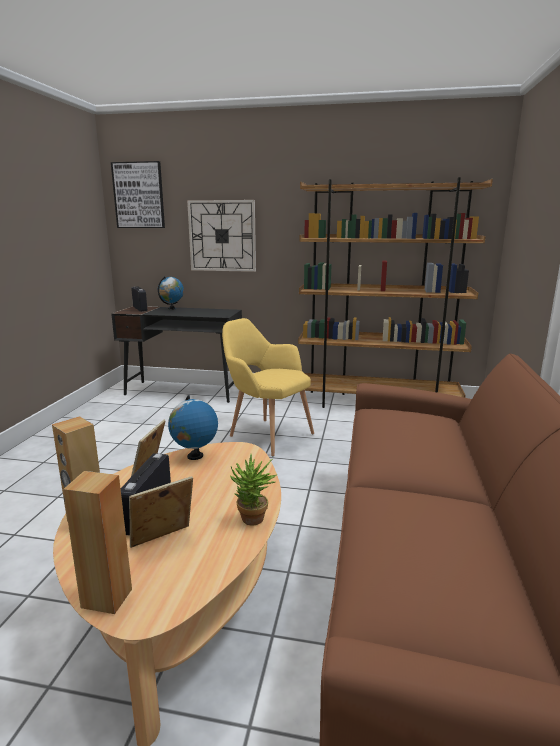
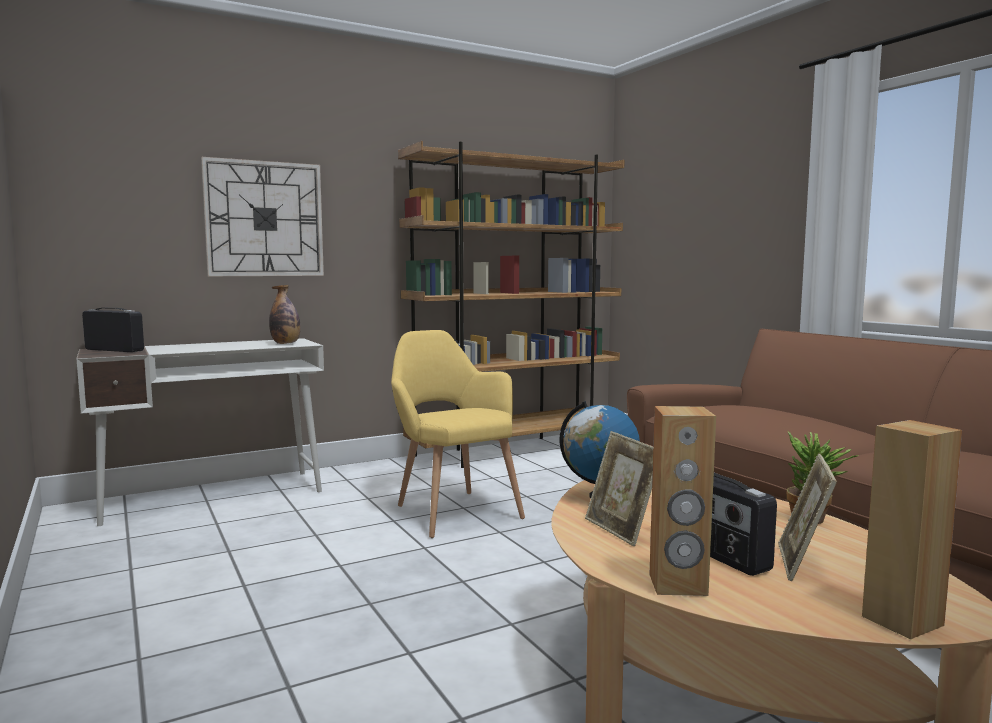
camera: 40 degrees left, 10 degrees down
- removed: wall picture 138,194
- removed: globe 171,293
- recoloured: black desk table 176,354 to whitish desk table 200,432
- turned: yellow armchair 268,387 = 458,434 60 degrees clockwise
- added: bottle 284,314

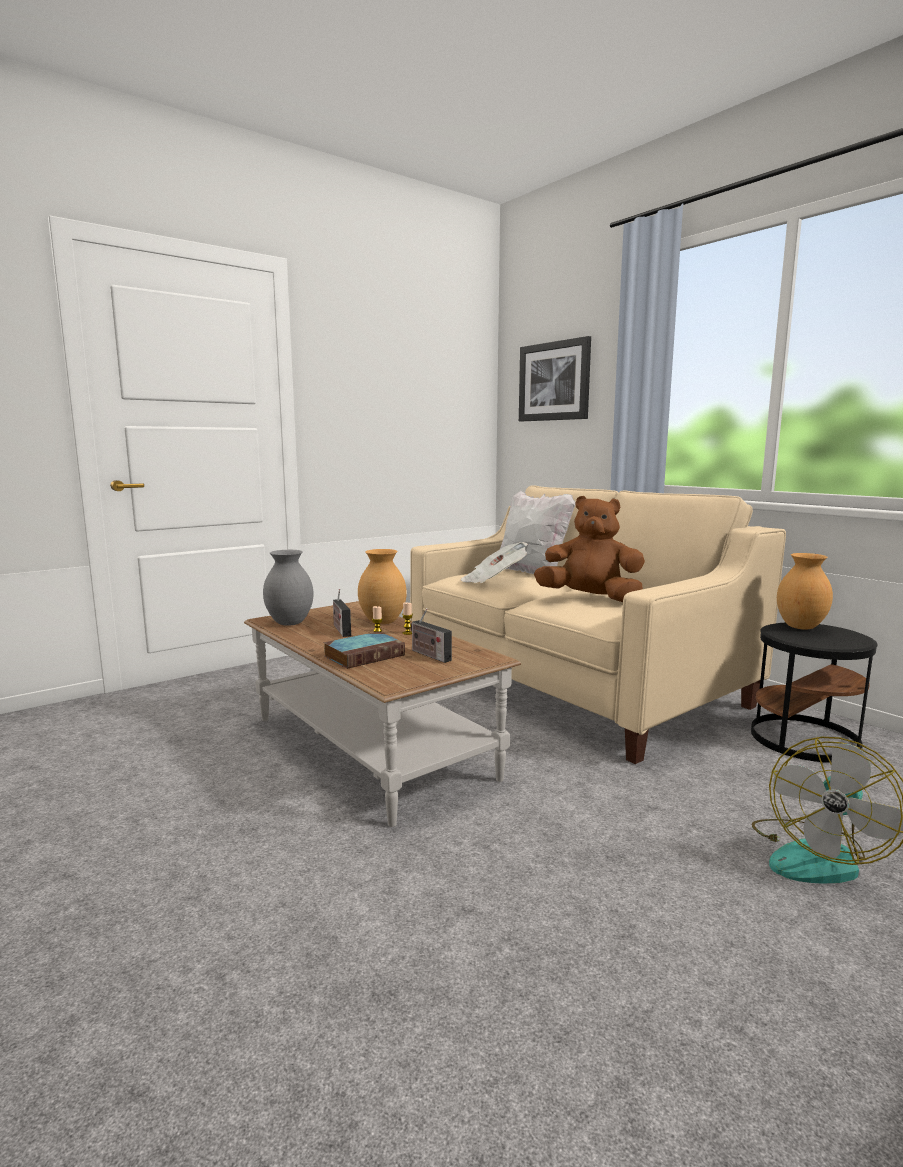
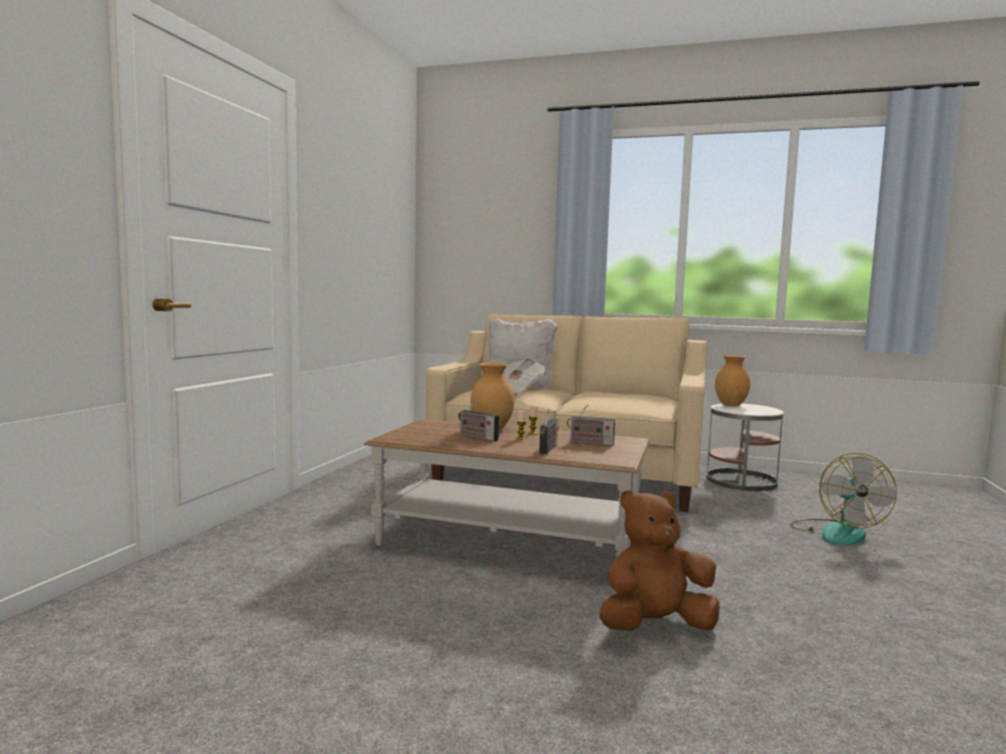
camera: 35 degrees left, 5 degrees down
- removed: wall picture 555,378
- moved: brown-coloured cuddly toy 589,549 to 660,560
- removed: grey flower vase 288,588
- recoloured: black end table 814,693 to whitish end table 745,447
- replaced: book 364,650 to radio receiver 549,431

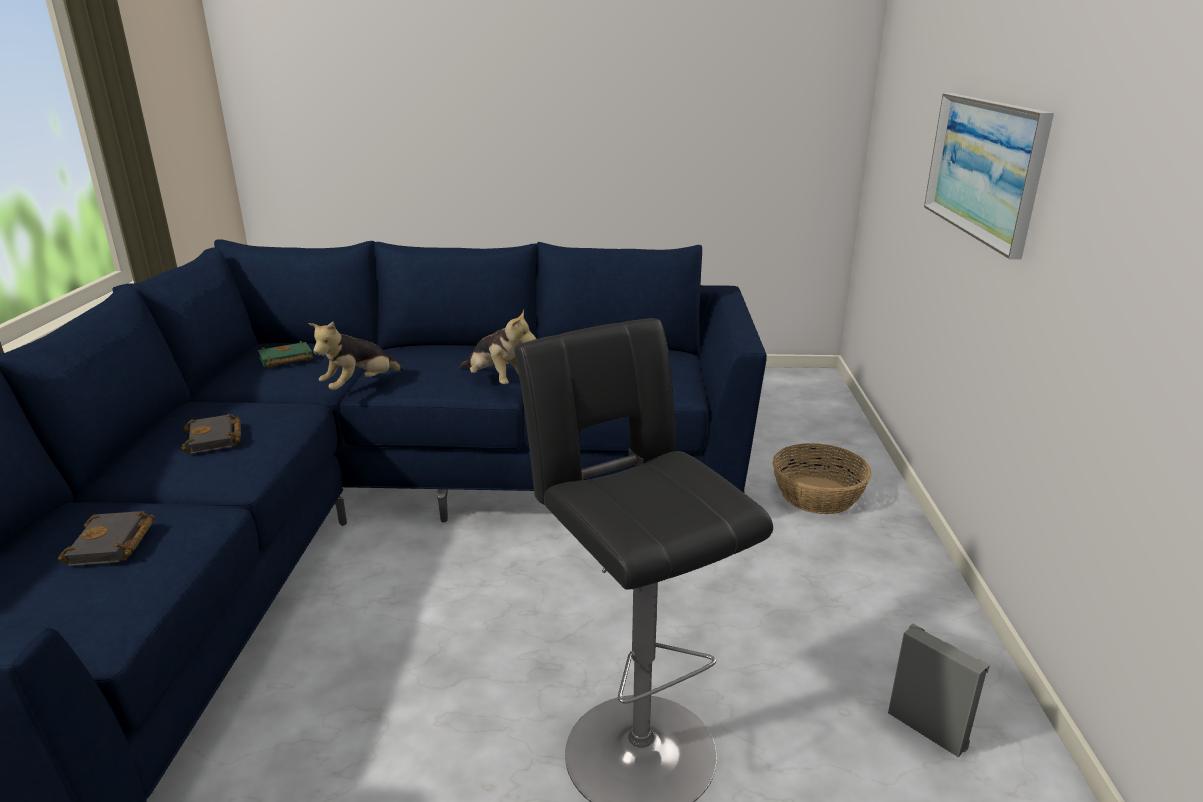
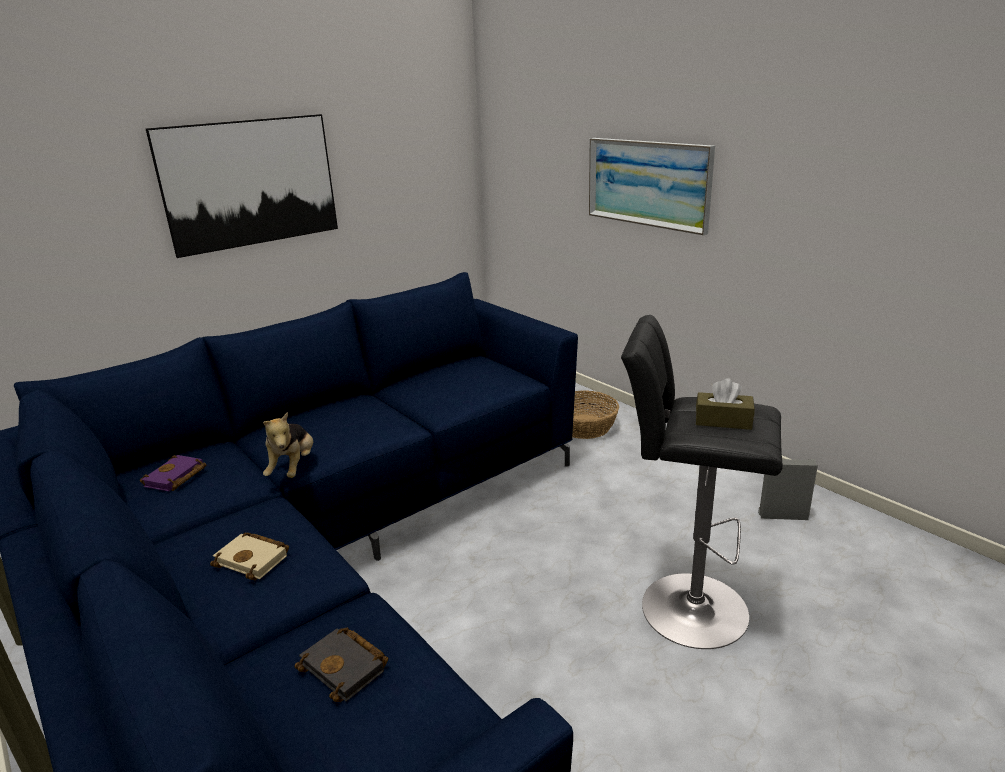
camera: 40 degrees left, 0 degrees up
- removed: cuddly toy 497,347
- recoloured: greenish book 285,354 to purple-coloured book 173,473
- recoloured: black book 211,434 to beige-coloured book 249,556
- added: wall picture 242,186
- added: brown-coloured tissue holder 725,404

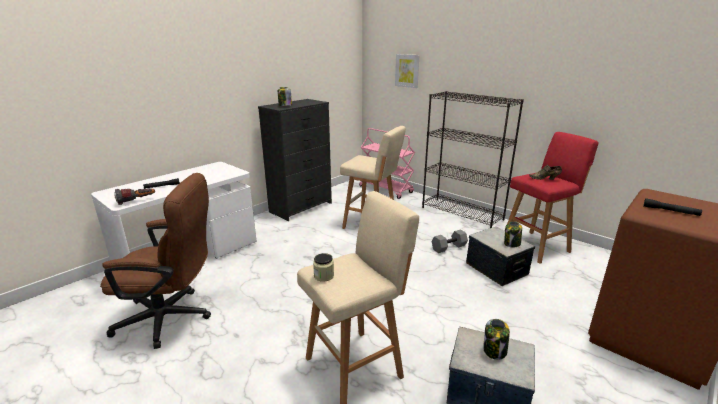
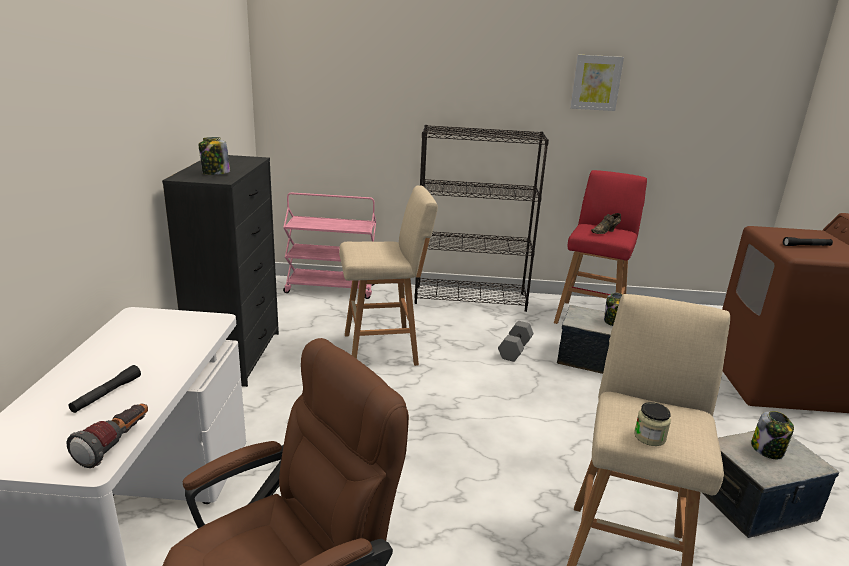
camera: 40 degrees left, 0 degrees up
- moved: wall picture 407,71 to 597,83

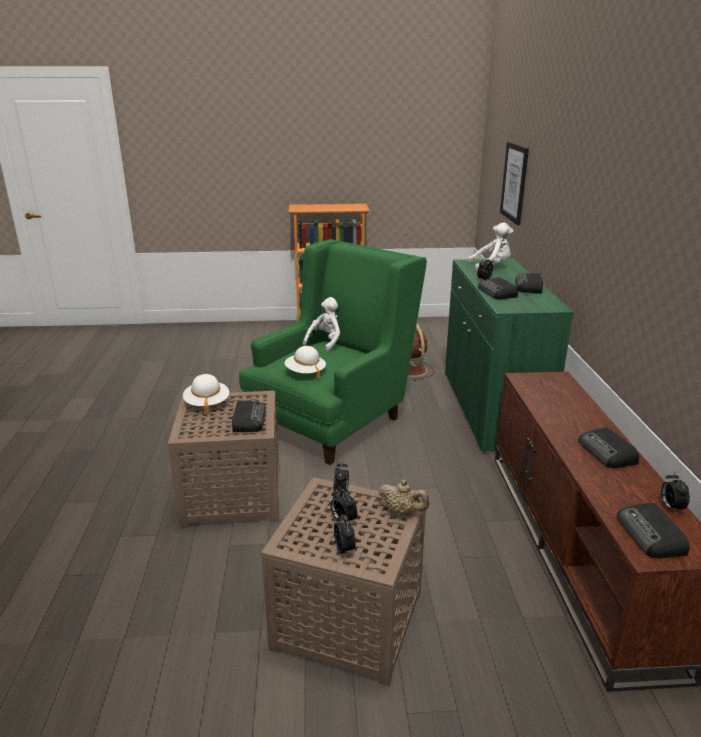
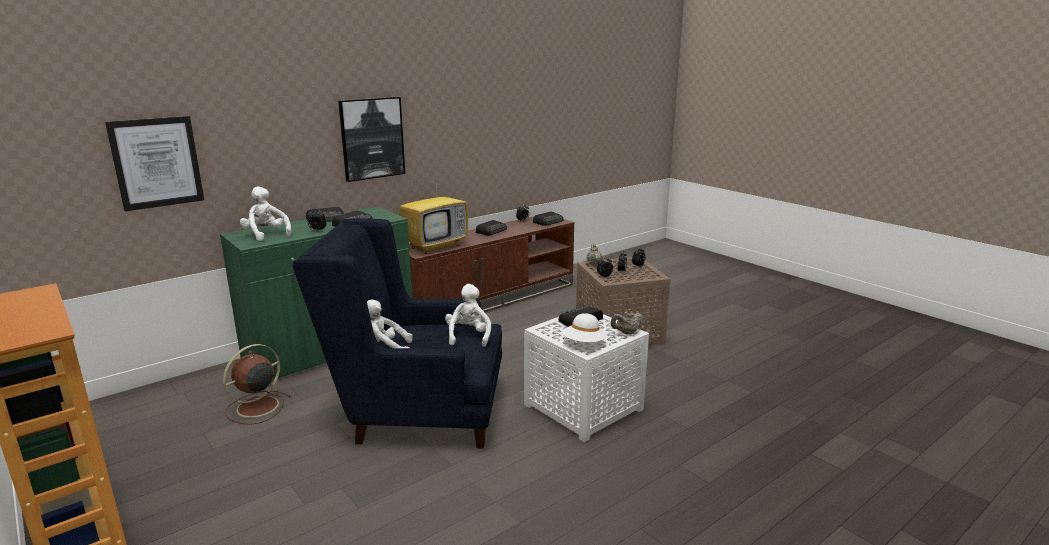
camera: 125 degrees left, 5 degrees down
- recoloured: greenish armchair 333,352 to blue armchair 397,333
- replaced: whitish clothing hat 305,362 to whitish cuddly toy 468,315
- recoloured: brown-coloured end table 223,459 to whitish end table 586,378
- added: wall picture 371,139
- added: TV set 433,210
- added: beige-coloured pot for tea 627,321

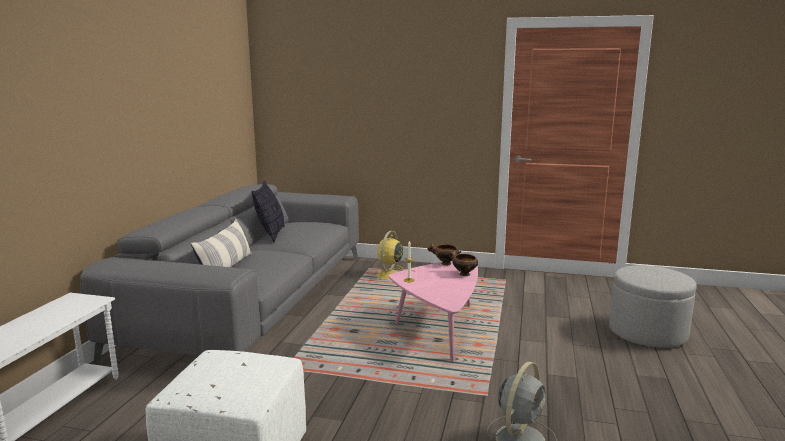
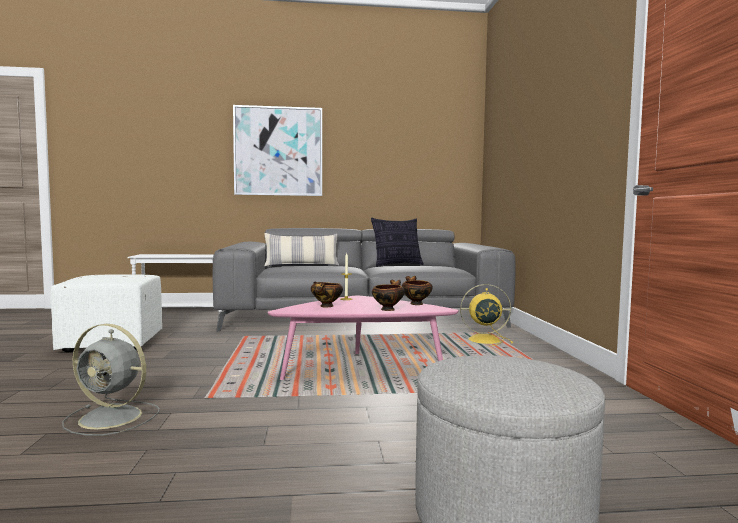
camera: 70 degrees right, 10 degrees down
- added: wall picture 277,150
- added: deep dish 327,294

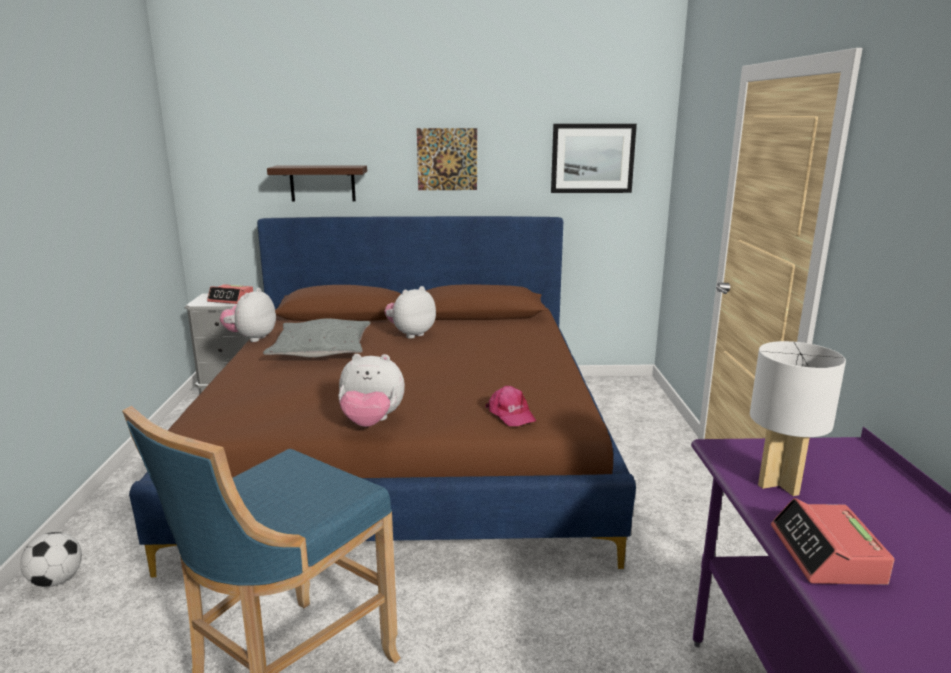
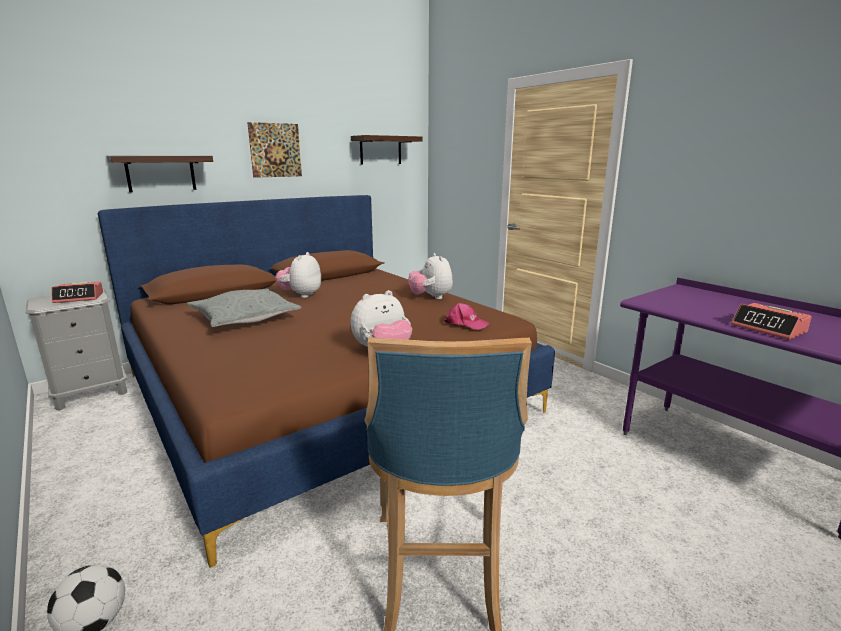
camera: 35 degrees left, 0 degrees up
- replaced: wall picture 594,158 to wall shelf 386,149
- moved: cuddly toy 248,315 to 430,276
- removed: whitish lamp for a table 798,418

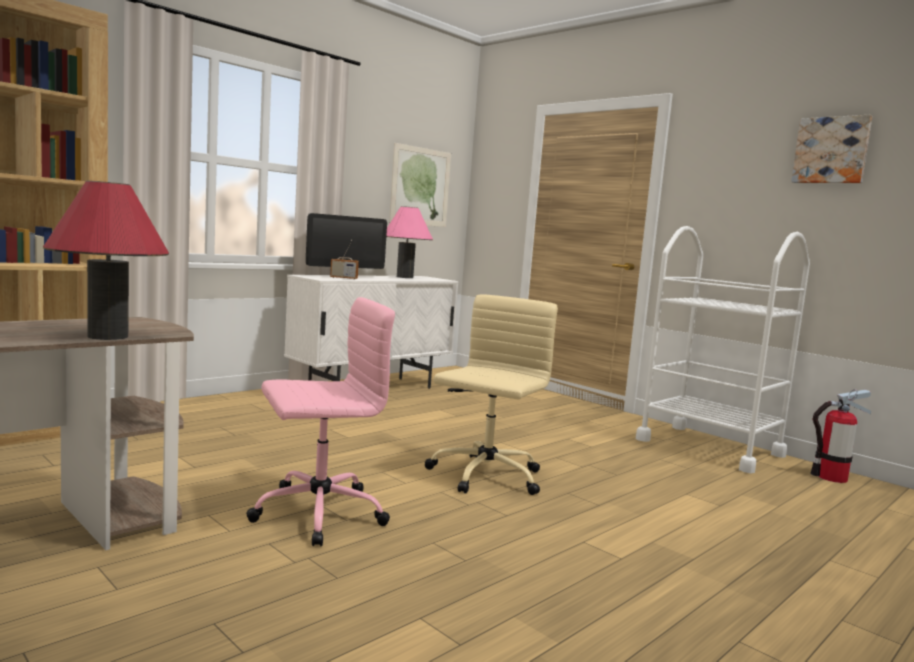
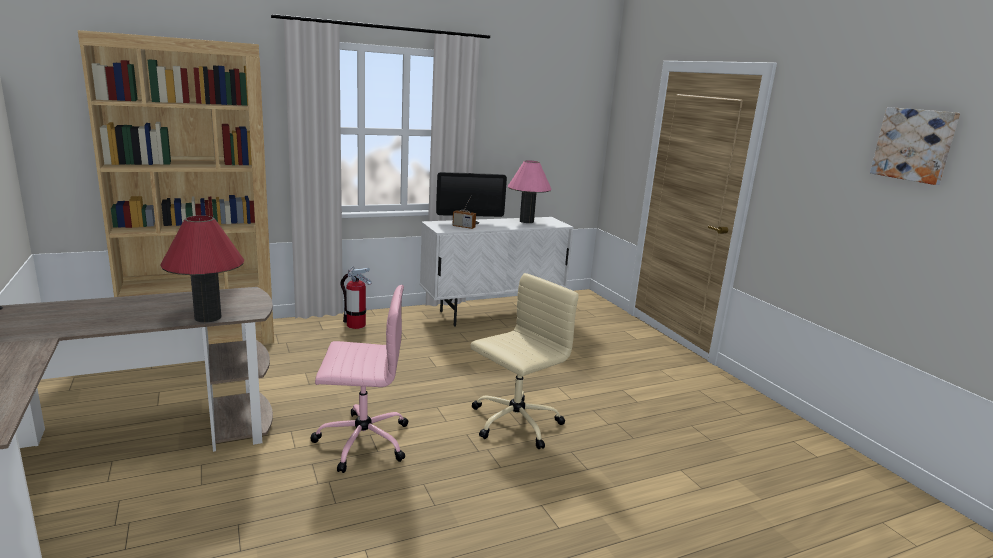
camera: 20 degrees right, 10 degrees up
- removed: wall picture 420,185
- removed: whitish trolley 723,349
- moved: fire extinguisher 840,436 to 356,298

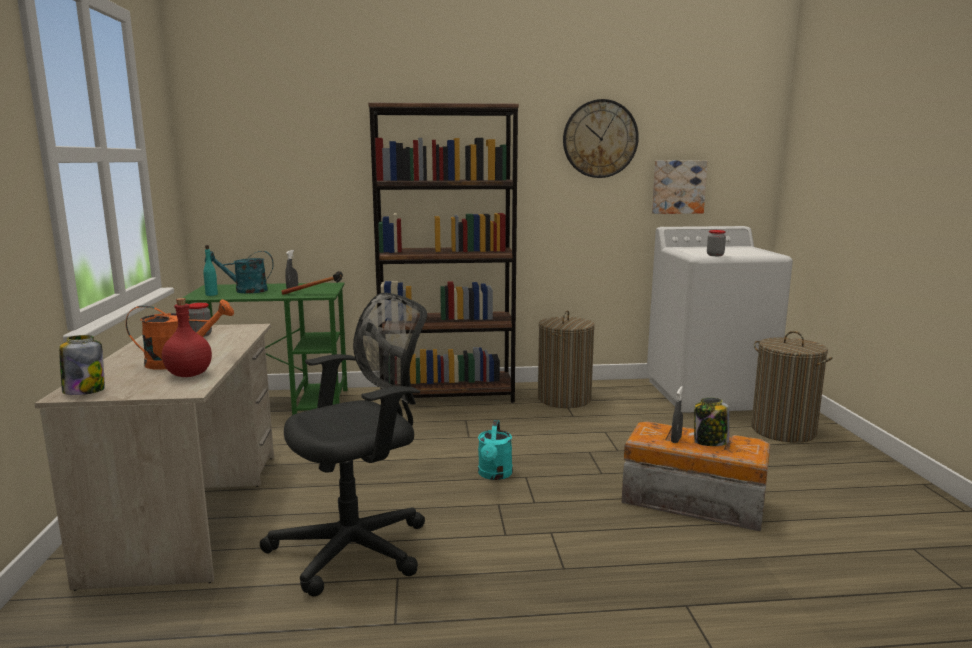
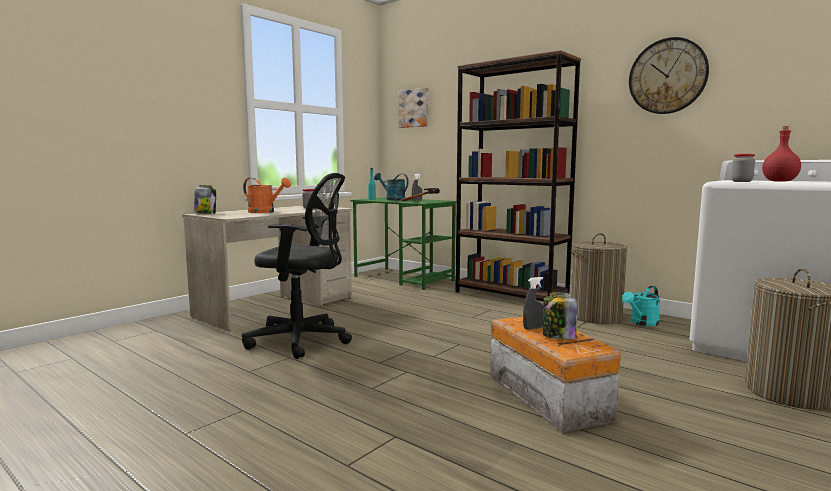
camera: 45 degrees right, 5 degrees down
- moved: wall picture 680,187 to 413,108
- moved: reddish bottle 187,337 to 781,154
- moved: turquoise watering pot 495,450 to 641,306

